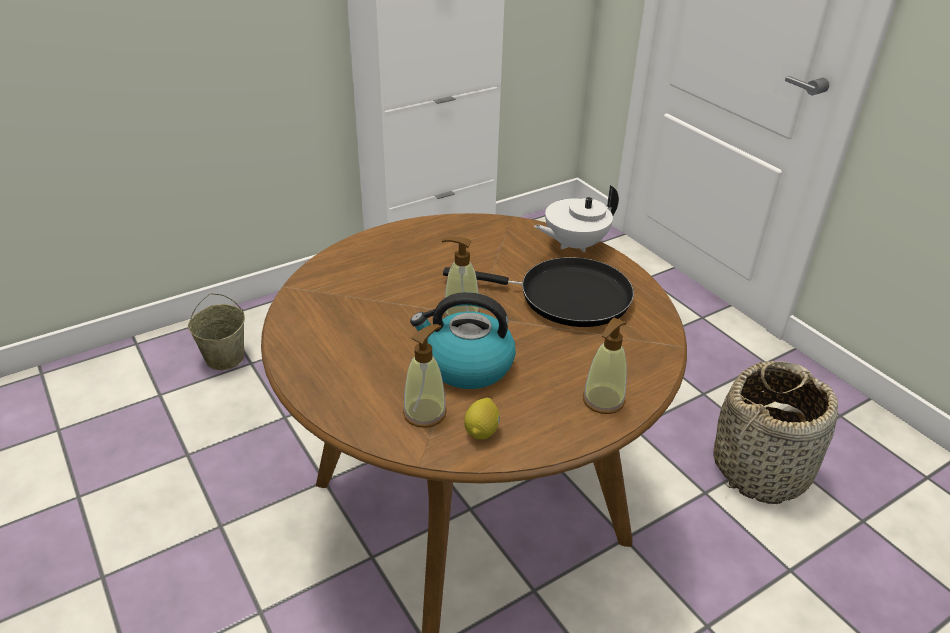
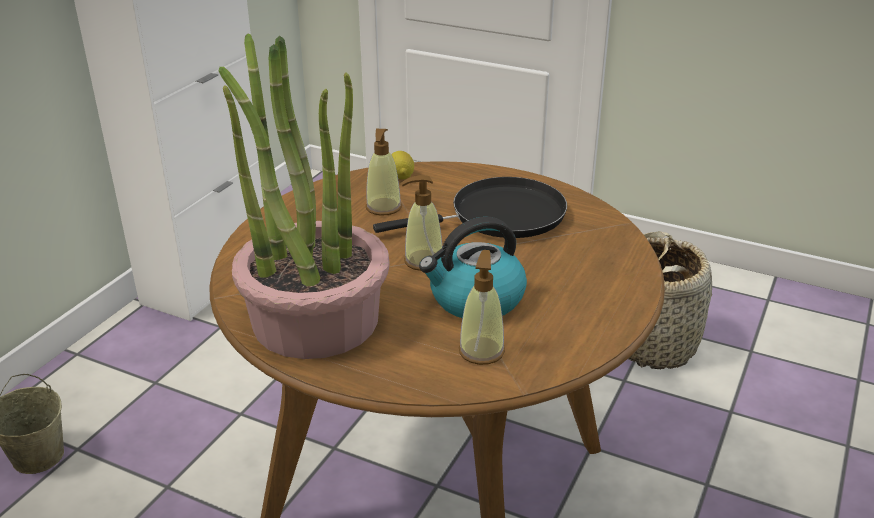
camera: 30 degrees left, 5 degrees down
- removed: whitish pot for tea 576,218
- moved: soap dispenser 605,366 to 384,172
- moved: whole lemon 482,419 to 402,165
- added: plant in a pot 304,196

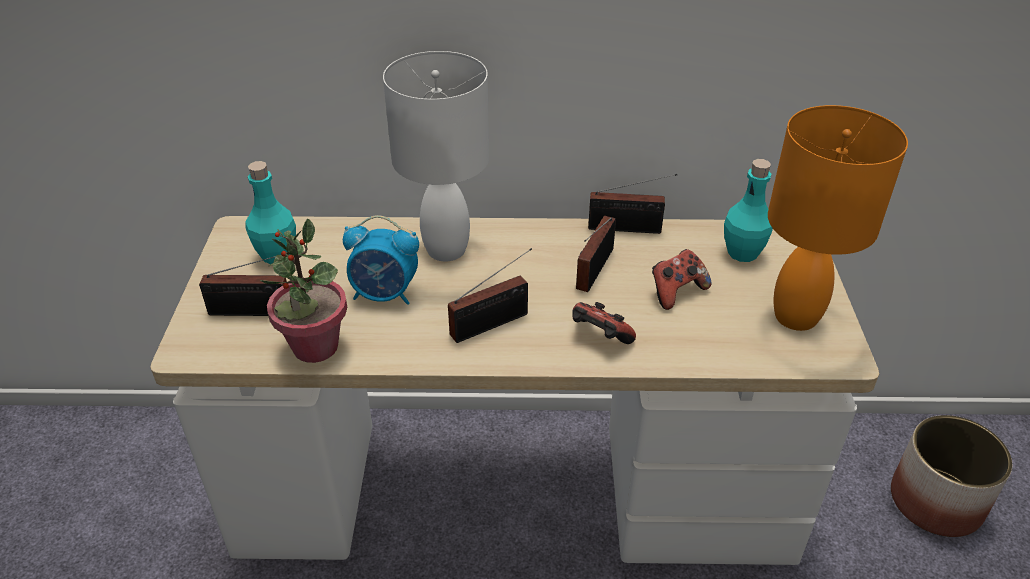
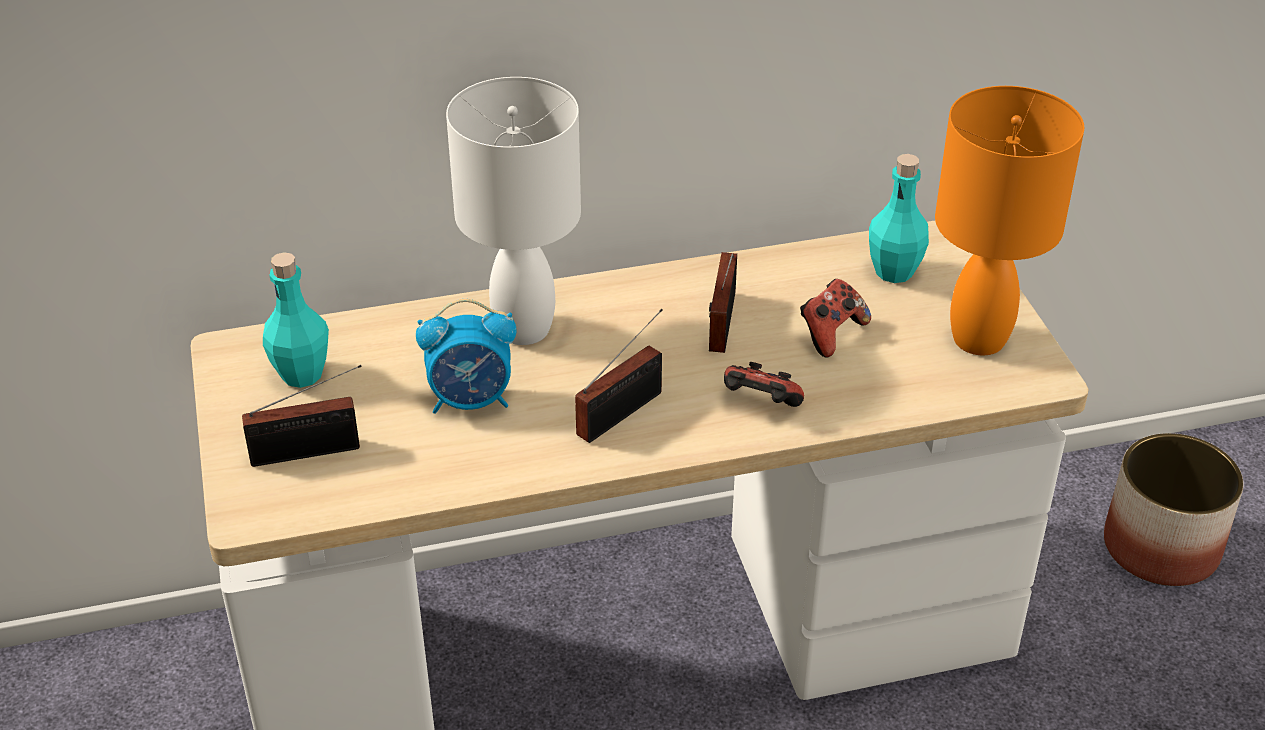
camera: 15 degrees left, 0 degrees up
- removed: radio receiver 632,204
- removed: plant in a pot 303,290

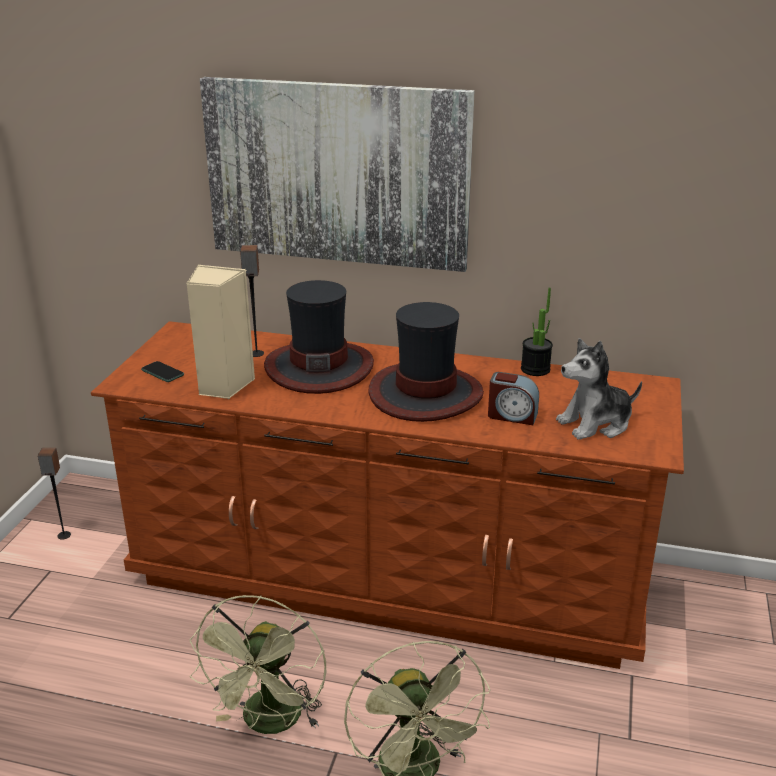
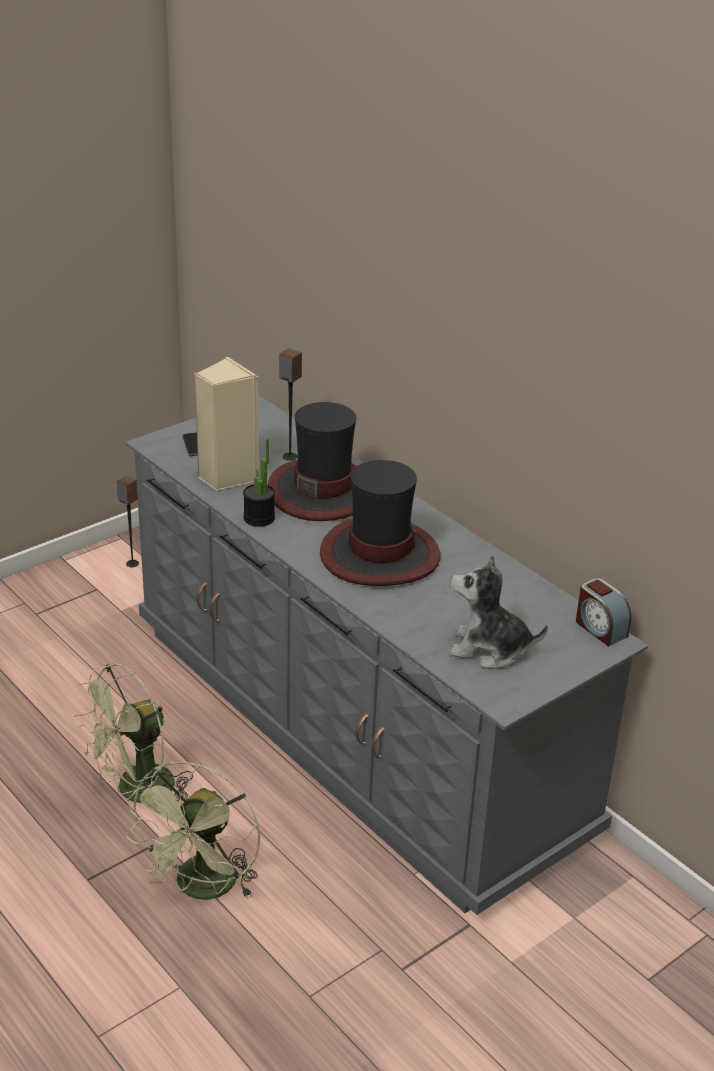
camera: 35 degrees right, 5 degrees up
- removed: wall picture 337,174
- moved: plant in a pot 537,332 to 259,483
- recoloured: brown-coloured drawer chest 387,495 to grey drawer chest 387,655
- moved: bedside clock 513,398 to 603,612

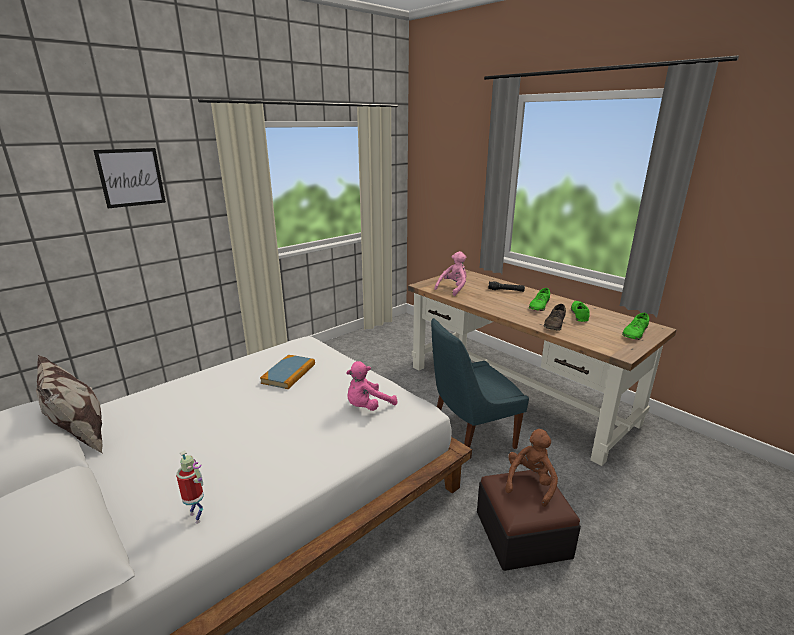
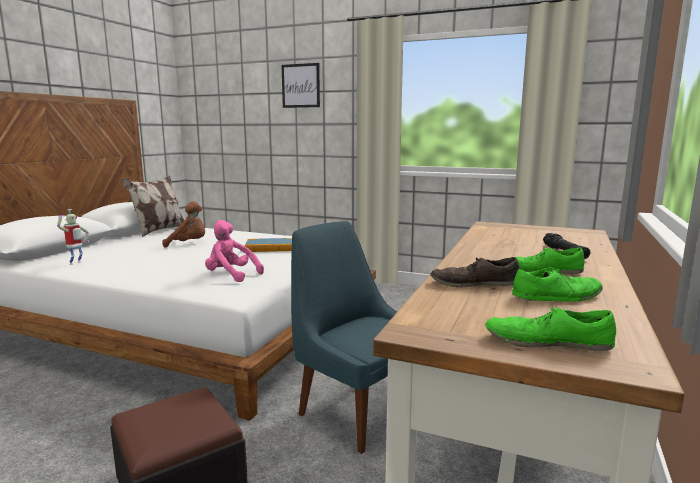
camera: 65 degrees right, 10 degrees down
- removed: pinkish cuddly toy 450,273
- moved: brown-coloured cuddly toy 531,468 to 183,224

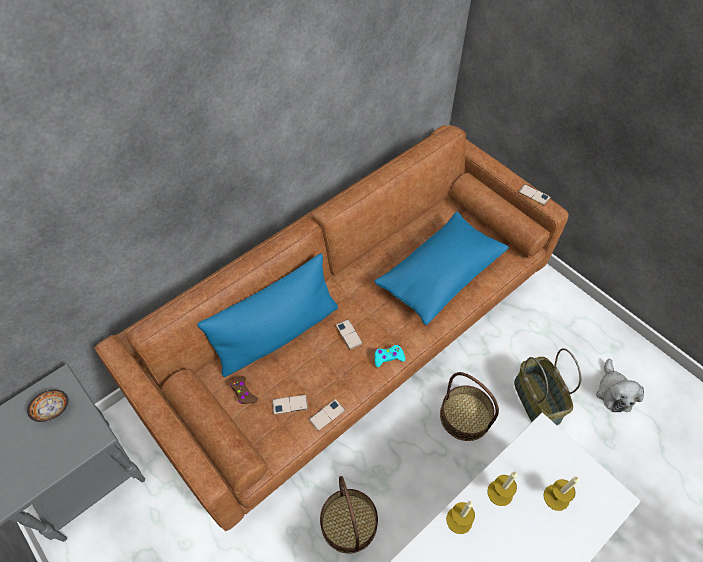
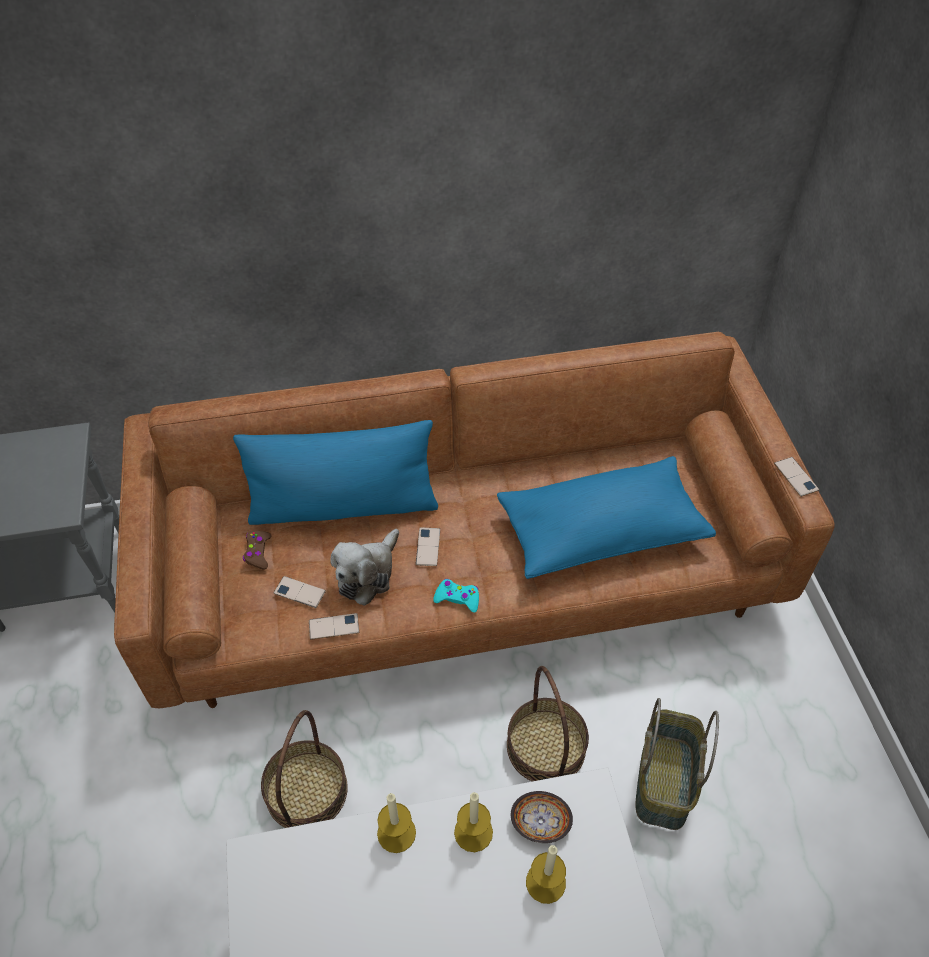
camera: 30 degrees right, 5 degrees down
- moved: cuddly toy 620,385 to 364,567
- moved: deep dish 48,406 to 542,817

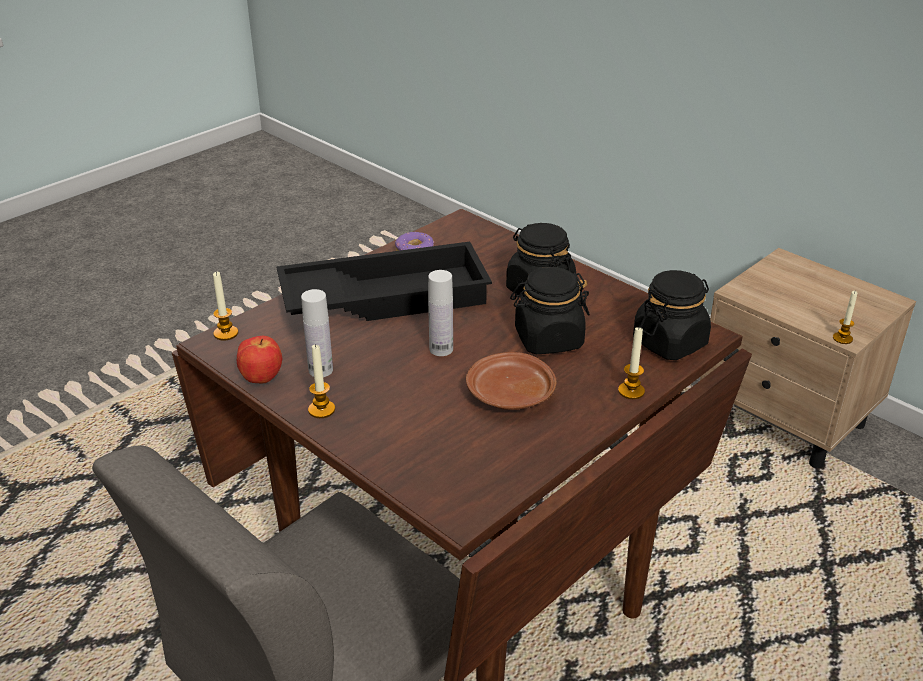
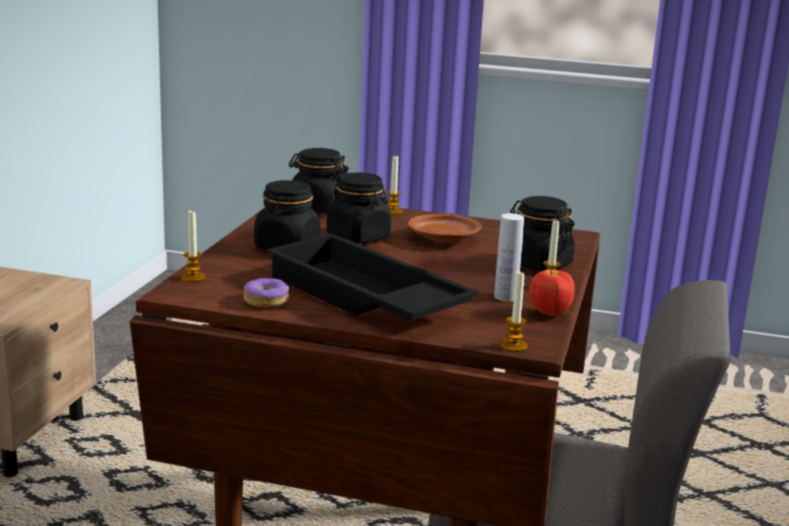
camera: 120 degrees left, 15 degrees down
- removed: whitish bottle 440,313
- moved: candle 845,317 to 193,246
- added: black preserve jar 542,233

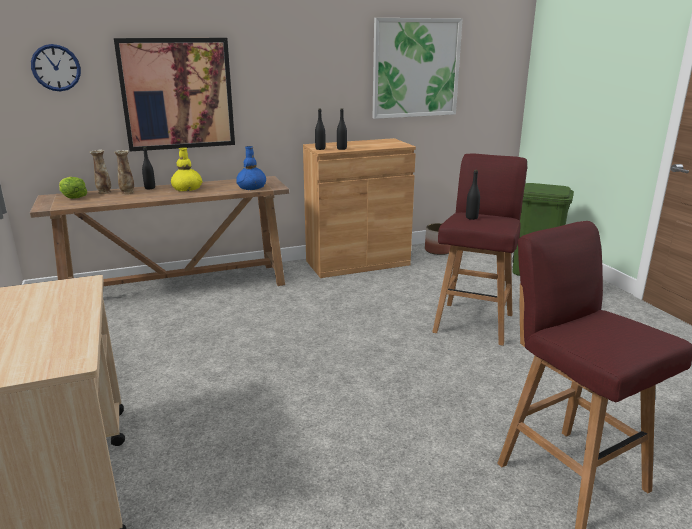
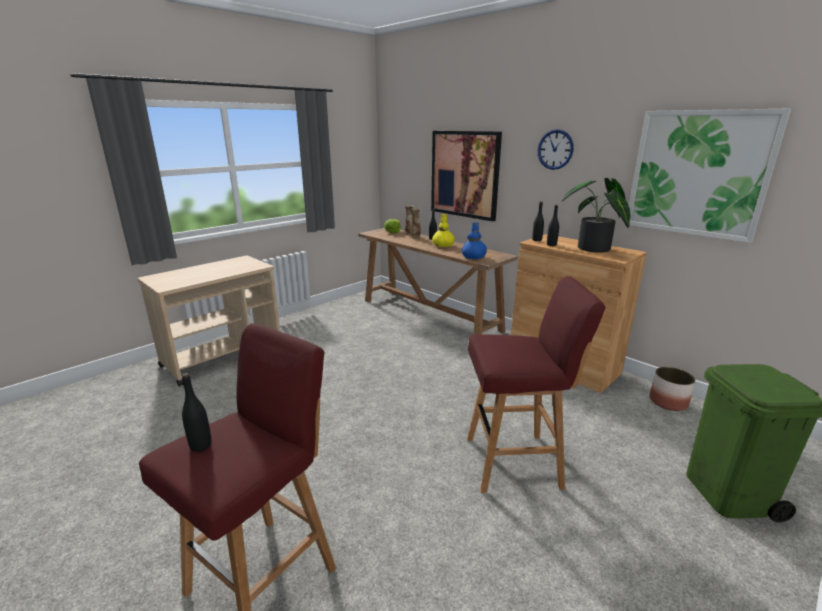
camera: 65 degrees right, 0 degrees up
- moved: hanging clock 56,67 to 555,149
- moved: black bottle 473,195 to 197,412
- added: plant in a pot 596,215

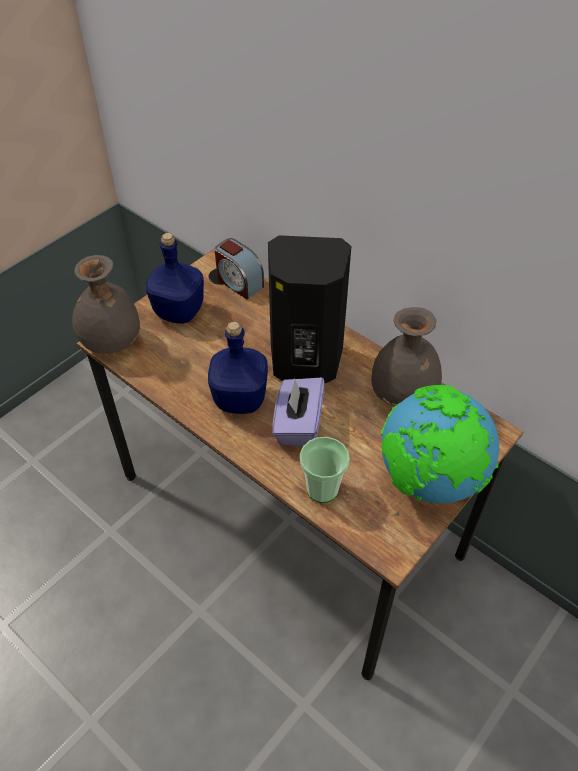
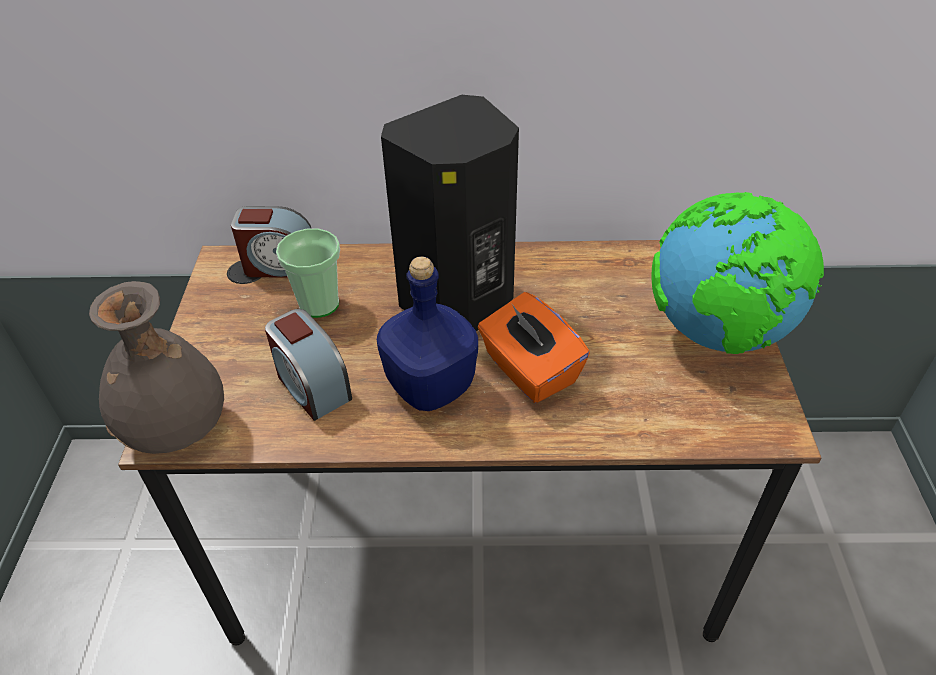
camera: 40 degrees left, 5 degrees down
- removed: blue bottle 174,278
- removed: grey flower vase 406,357
- recoloured: purple-coloured tissue holder 298,412 to orange-coloured tissue holder 533,347
- moved: drinking cup 325,470 to 308,273
- added: bedside clock 308,365

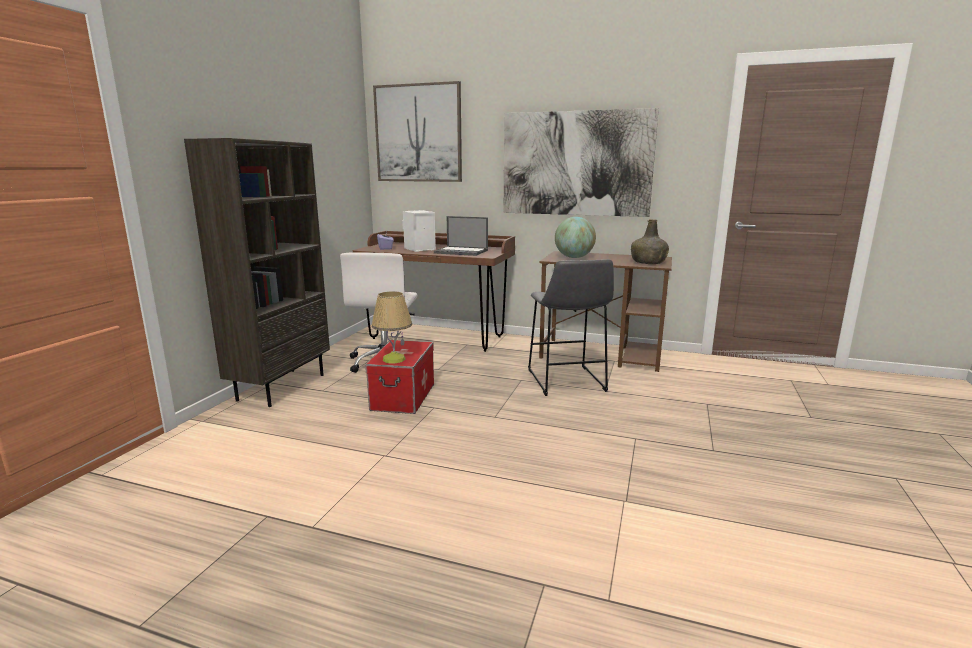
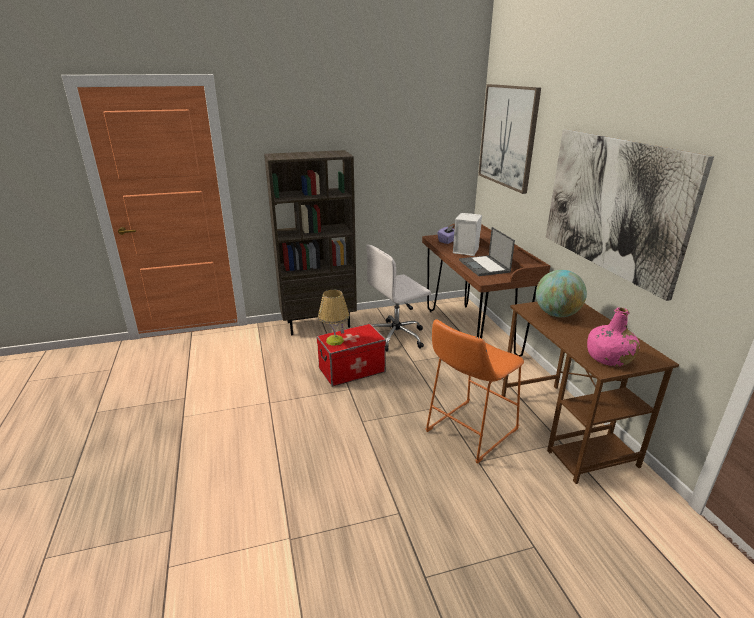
camera: 55 degrees right, 10 degrees up
- recoloured: greenish bottle 650,241 to pinkish bottle 613,336
- recoloured: grey stool seat 571,327 to orange-coloured stool seat 474,391

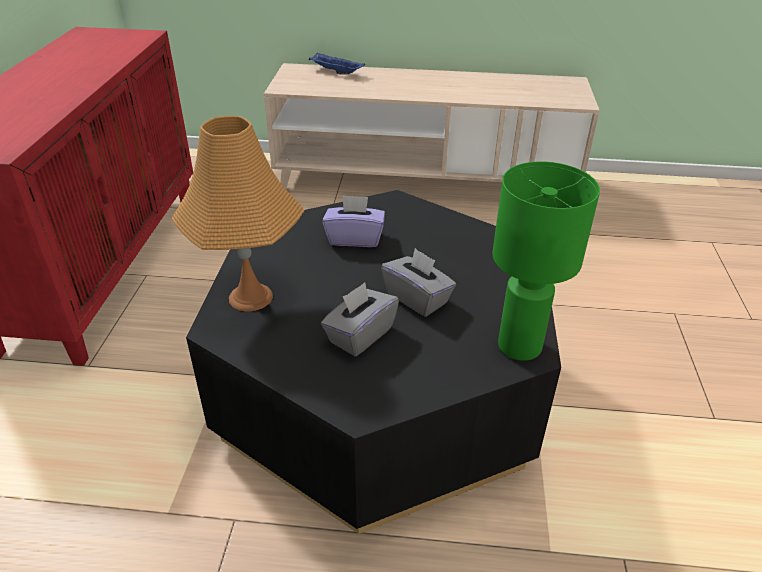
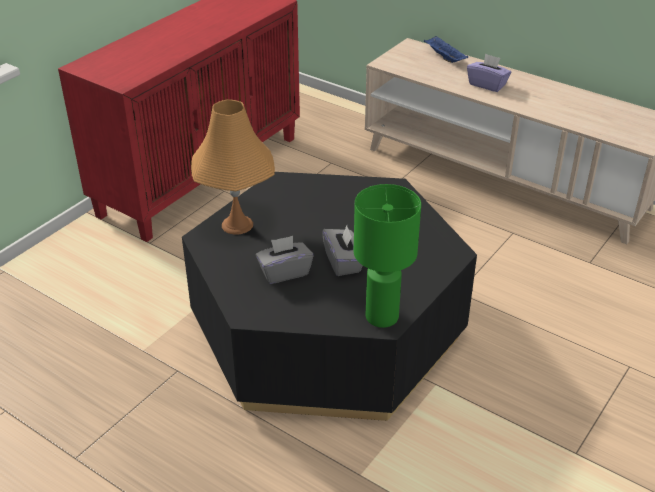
camera: 30 degrees right, 0 degrees up
- moved: purple-coloured tissue holder 353,221 to 489,72

